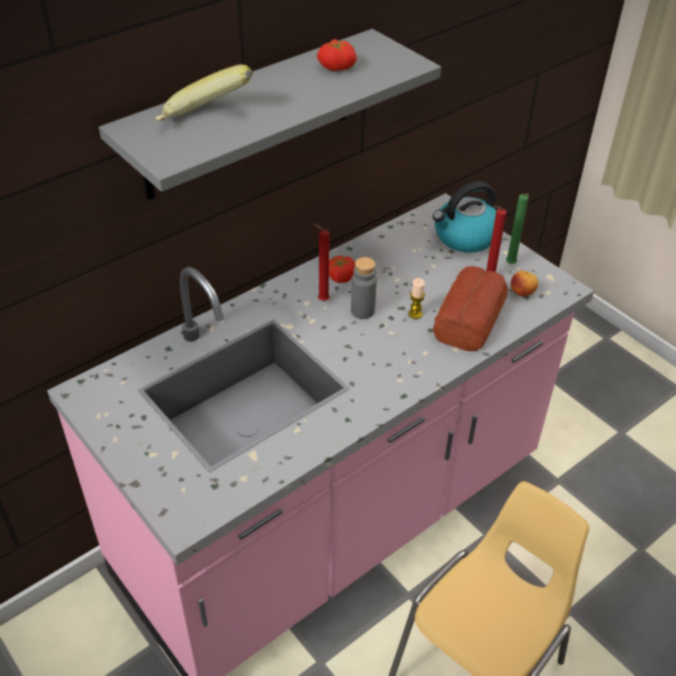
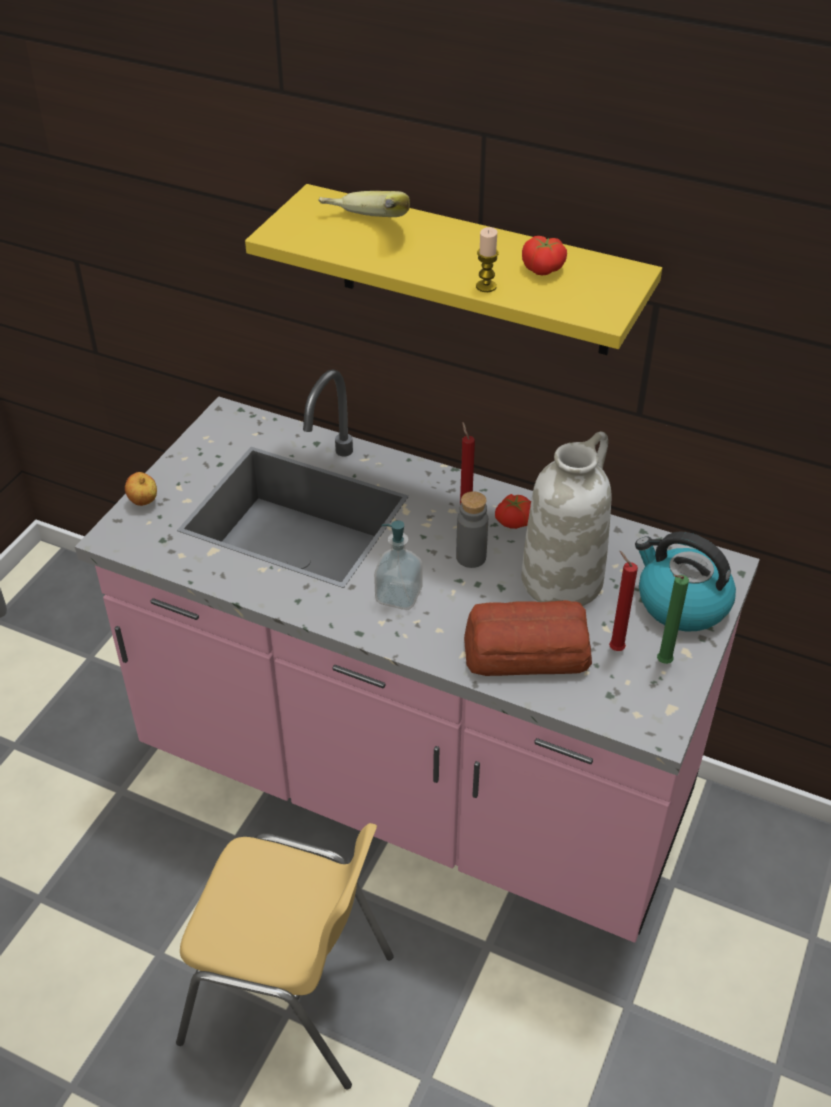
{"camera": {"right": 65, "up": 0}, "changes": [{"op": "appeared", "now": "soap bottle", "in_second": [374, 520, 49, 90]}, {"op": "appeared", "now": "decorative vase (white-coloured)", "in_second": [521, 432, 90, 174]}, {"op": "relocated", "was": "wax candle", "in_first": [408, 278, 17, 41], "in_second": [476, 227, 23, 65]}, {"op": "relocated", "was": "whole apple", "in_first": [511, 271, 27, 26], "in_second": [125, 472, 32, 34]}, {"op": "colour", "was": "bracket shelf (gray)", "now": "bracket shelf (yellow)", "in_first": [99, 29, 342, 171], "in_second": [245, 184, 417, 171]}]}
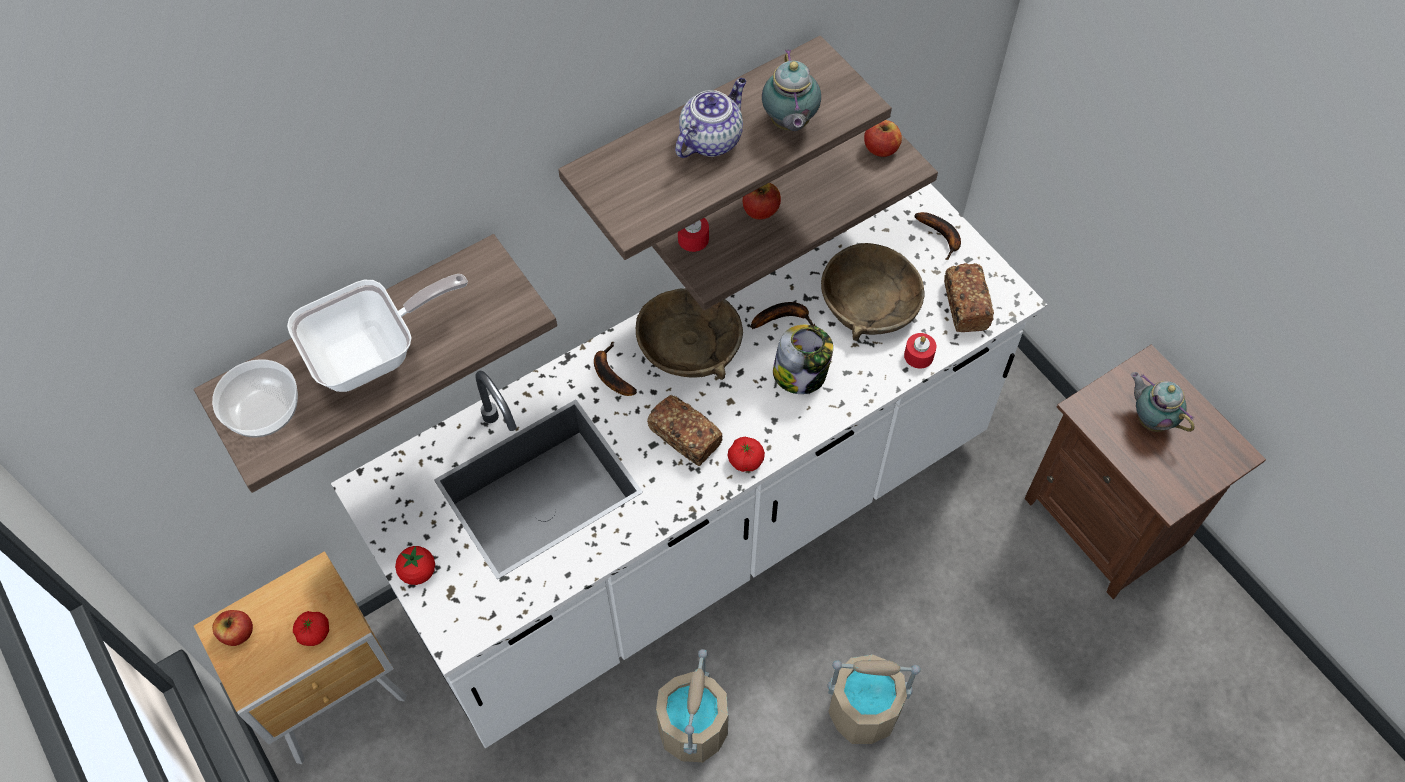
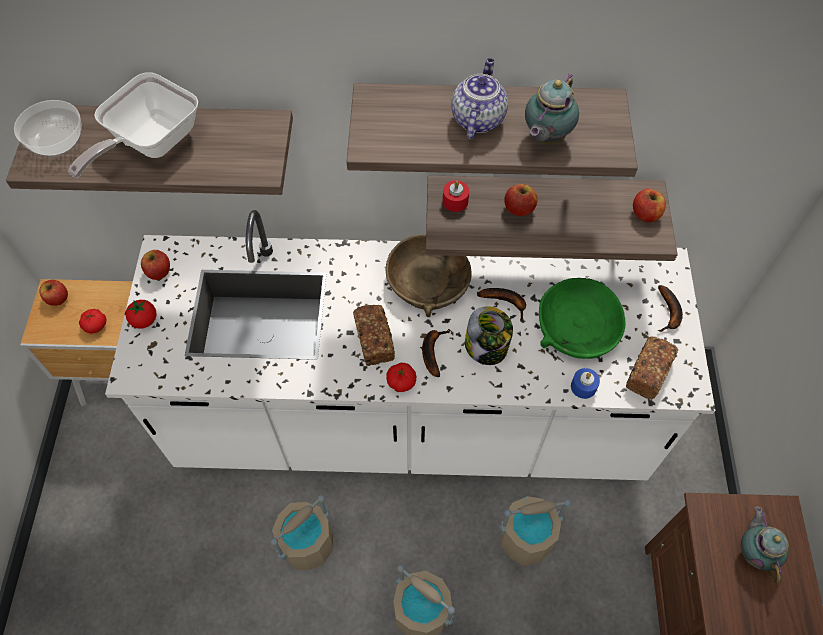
{"camera": {"right": 35, "up": 0}, "changes": [{"op": "appeared", "now": "whole apple", "in_second": [141, 250, 29, 30]}, {"op": "appeared", "now": "pail (sand-coloured)", "in_second": [499, 496, 72, 70]}, {"op": "relocated", "was": "banana", "in_first": [594, 342, 43, 54], "in_second": [422, 329, 29, 48]}, {"op": "colour", "was": "serving bowl (brown-coloured)", "now": "serving bowl (green-coloured)", "in_first": [821, 243, 104, 98], "in_second": [539, 278, 87, 81]}, {"op": "colour", "was": "wax candle (red)", "now": "wax candle (blue)", "in_first": [904, 333, 33, 35], "in_second": [571, 368, 29, 31]}, {"op": "spun", "was": "frying pan", "in_first": [287, 274, 181, 118], "in_second": [68, 72, 130, 106], "clockwise": 120}, {"op": "spun", "was": "pot for tea", "in_first": [675, 78, 71, 80], "in_second": [451, 58, 57, 81], "clockwise": -60}]}
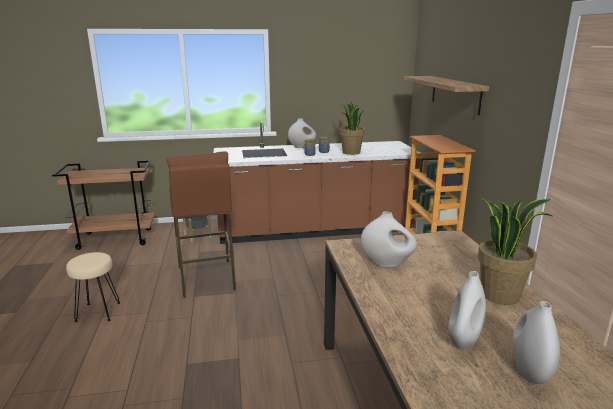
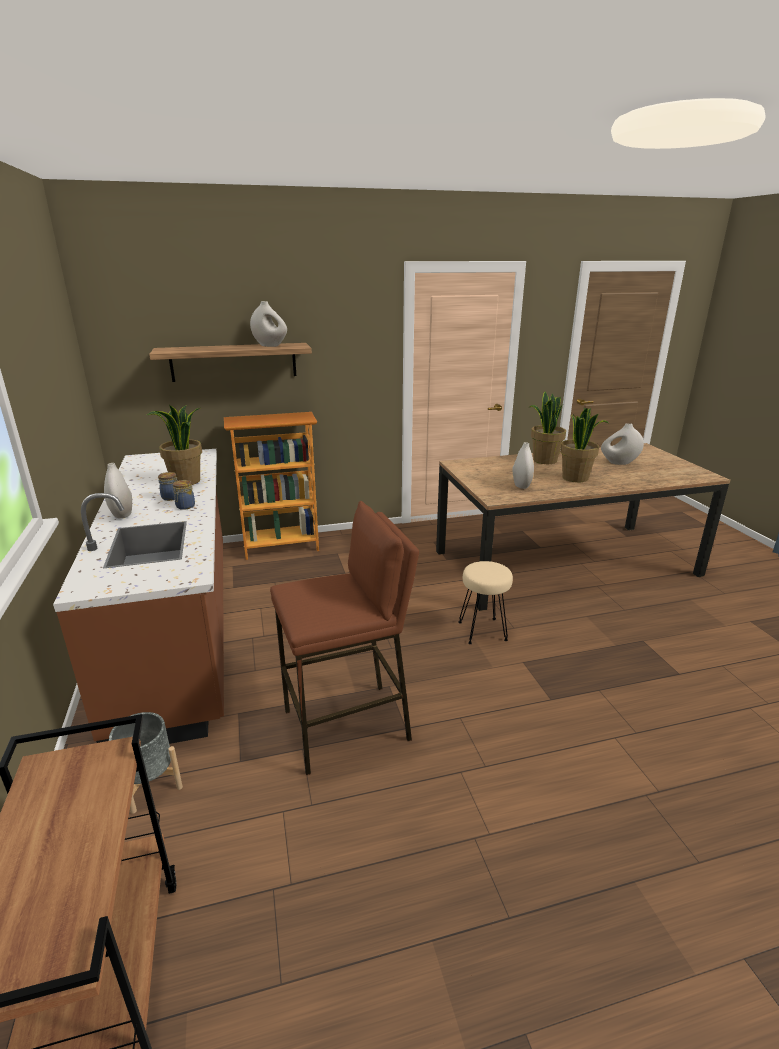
{"camera": {"right": -95, "up": 5}, "changes": [{"op": "appeared", "now": "plant in a pot", "in_second": [560, 407, 49, 75]}, {"op": "relocated", "was": "stool (sand-coloured)", "in_first": [66, 252, 55, 70], "in_second": [458, 561, 55, 83]}, {"op": "relocated", "was": "decorative vase (white-coloured)", "in_first": [448, 271, 38, 78], "in_second": [250, 301, 37, 46]}]}
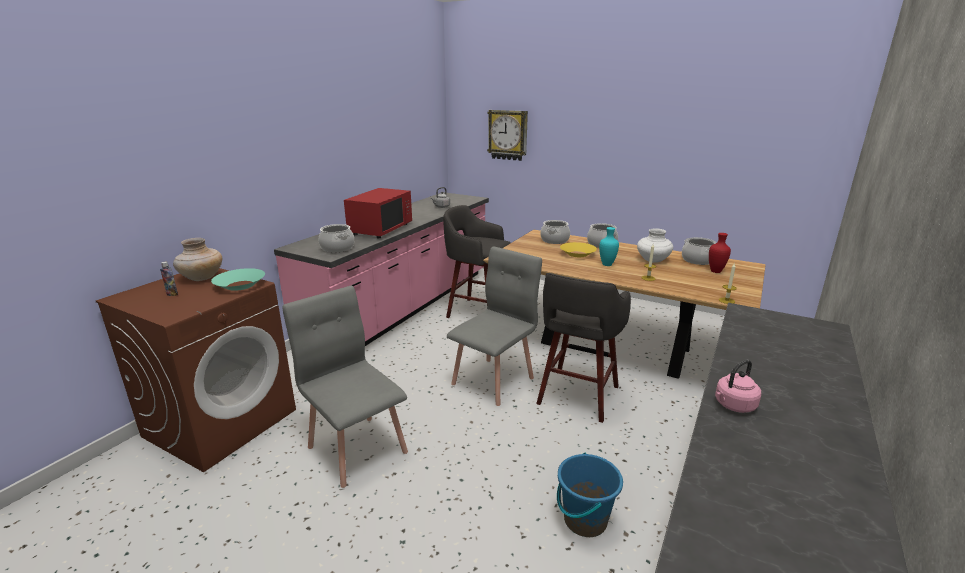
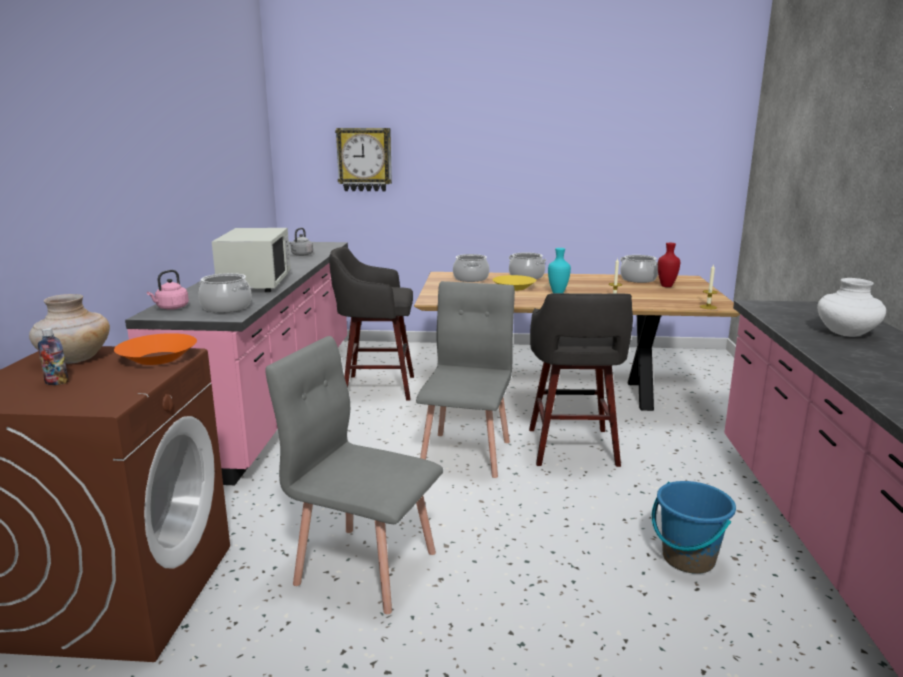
{"camera": {"right": -25, "up": -5}, "changes": [{"op": "relocated", "was": "decorative vase (white-coloured)", "in_first": [637, 228, 36, 35], "in_second": [817, 278, 69, 59]}, {"op": "relocated", "was": "water kettle (pink)", "in_first": [715, 360, 46, 53], "in_second": [147, 270, 42, 40]}, {"op": "colour", "was": "serving bowl (turquoise-coloured)", "now": "serving bowl (orange-coloured)", "in_first": [211, 268, 54, 23], "in_second": [114, 333, 83, 32]}, {"op": "colour", "was": "kitchen microwave (red)", "now": "kitchen microwave (white-coloured)", "in_first": [344, 188, 68, 50], "in_second": [212, 228, 79, 64]}]}
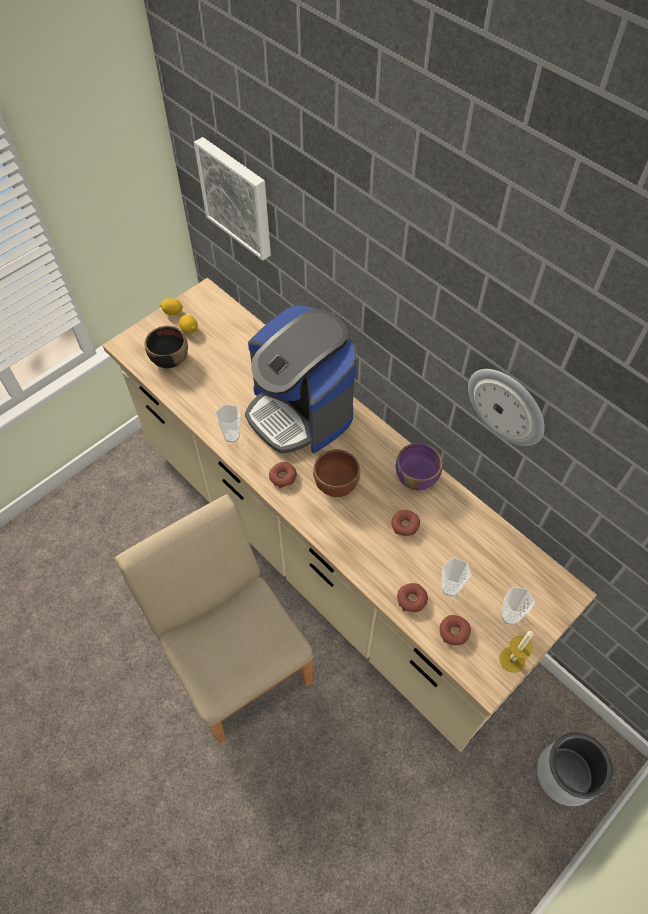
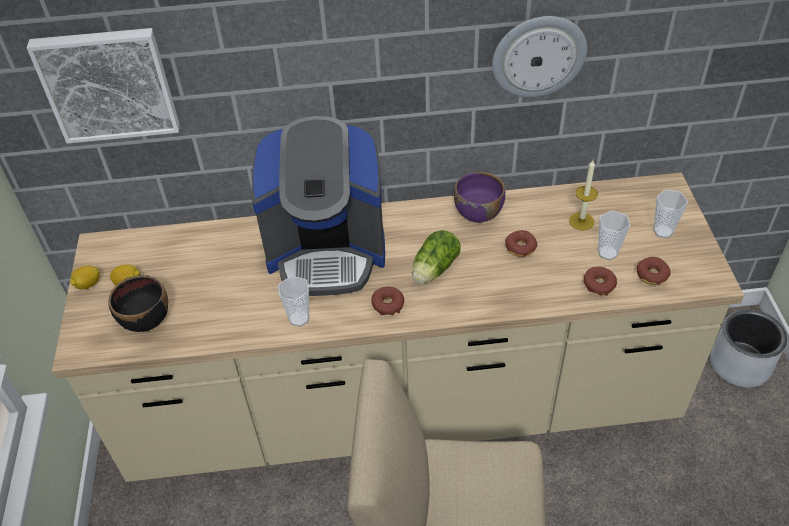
{"camera": {"right": -50, "up": -10}, "changes": [{"op": "relocated", "was": "wax candle", "in_first": [499, 631, 34, 42], "in_second": [569, 160, 29, 71]}, {"op": "exchanged", "was": "serving bowl (brown-coloured)", "now": "lettuce", "in_first": [313, 449, 47, 48], "in_second": [412, 230, 49, 54]}]}
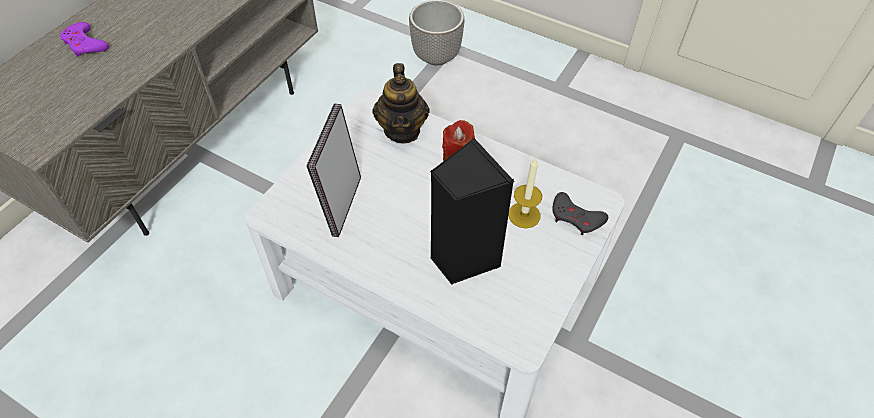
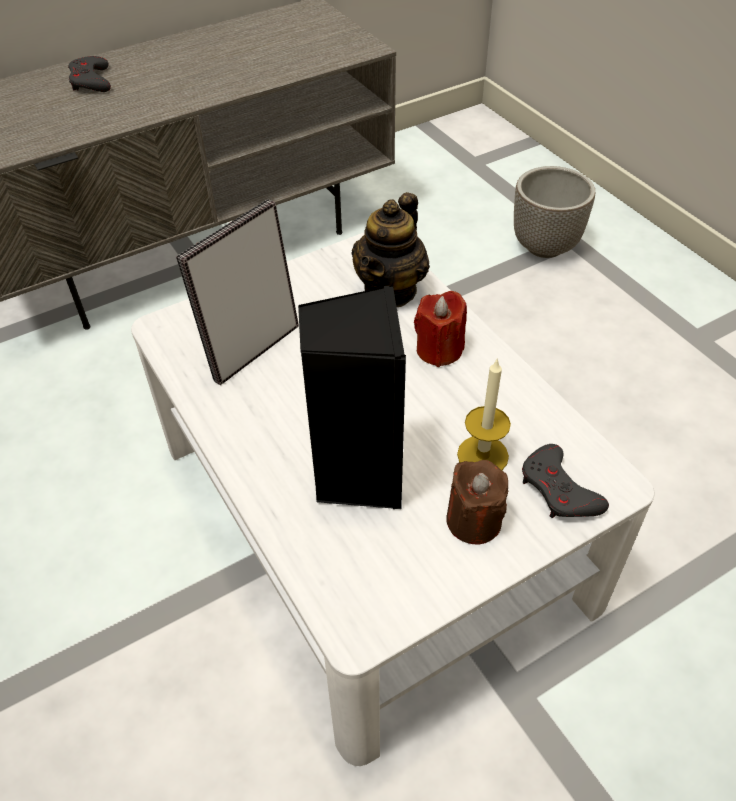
{"camera": {"right": 30, "up": -5}, "changes": [{"op": "appeared", "now": "wax candle (brown-coloured)", "in_second": [446, 460, 62, 84]}, {"op": "colour", "was": "joypad (purple-coloured)", "now": "joypad (gray)", "in_first": [60, 22, 49, 35], "in_second": [68, 56, 43, 36]}]}
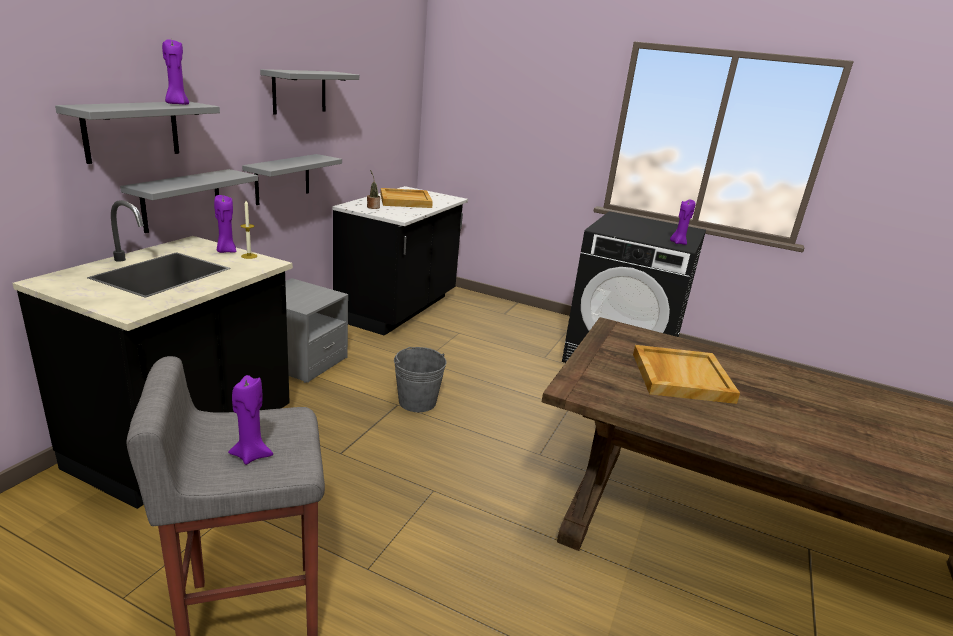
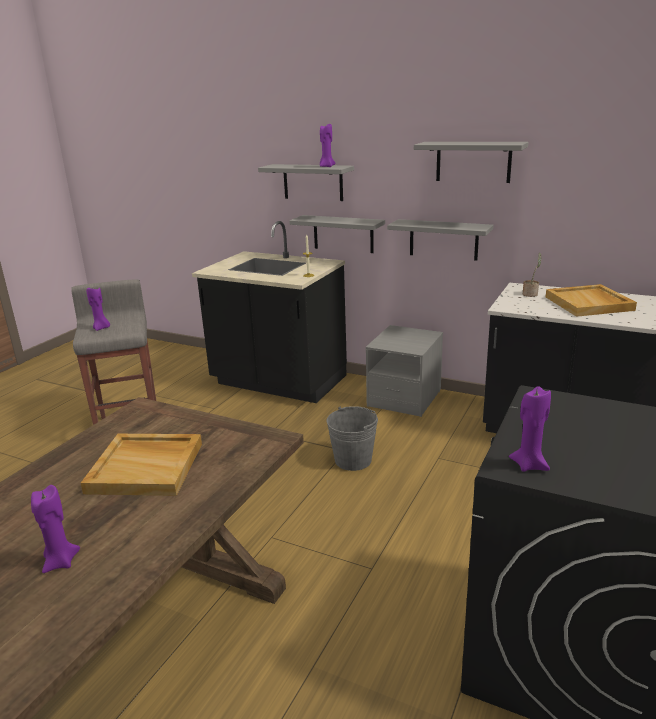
{"camera": {"right": 95, "up": 0}, "changes": [{"op": "relocated", "was": "wax candle (purple-coloured)", "in_first": [214, 195, 23, 58], "in_second": [31, 485, 49, 88]}]}
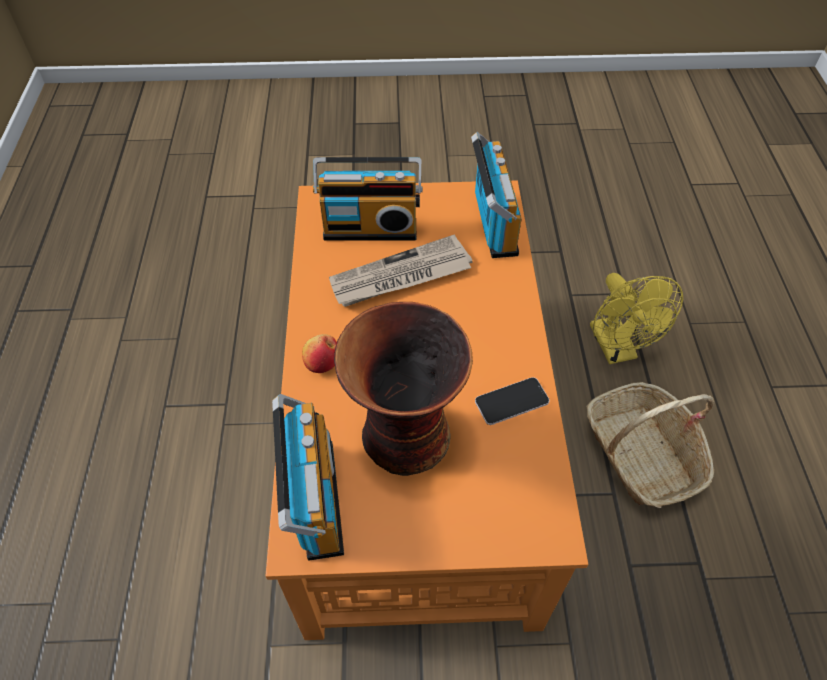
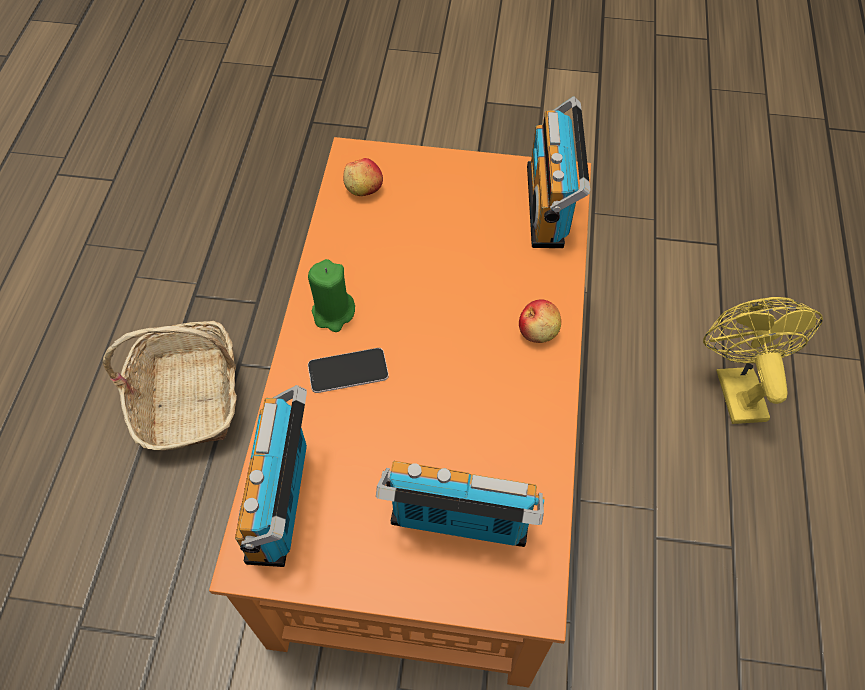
{"camera": {"right": -170, "up": 5}, "changes": [{"op": "missing", "was": "daily paper", "in_first": [329, 234, 143, 73]}, {"op": "missing", "was": "decorative vase", "in_first": [334, 302, 139, 174]}, {"op": "appeared", "now": "wax candle (green-coloured)", "in_second": [308, 259, 47, 73]}, {"op": "appeared", "now": "whole apple", "in_second": [343, 158, 40, 38]}, {"op": "relocated", "was": "telephone", "in_first": [475, 377, 75, 48], "in_second": [308, 348, 81, 45]}, {"op": "relocated", "was": "fan (yellow)", "in_first": [590, 273, 93, 91], "in_second": [703, 297, 120, 127]}]}
